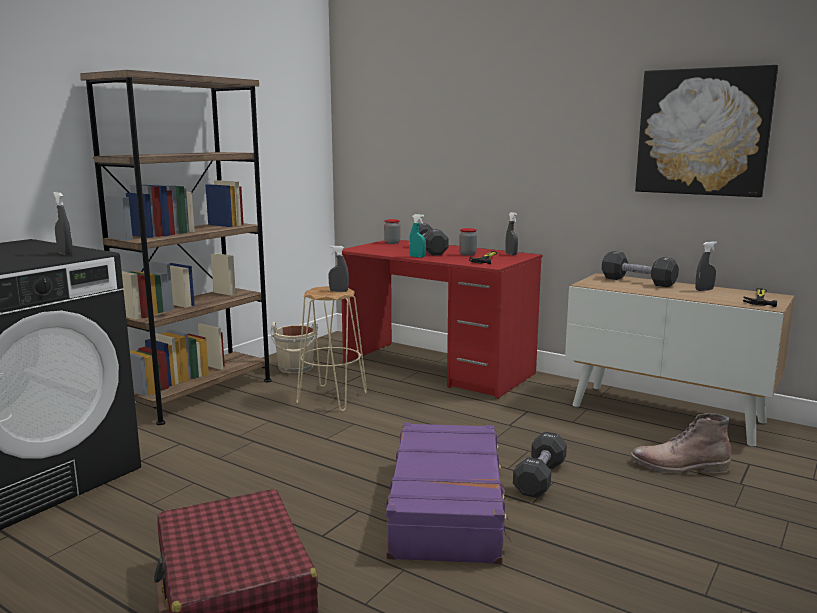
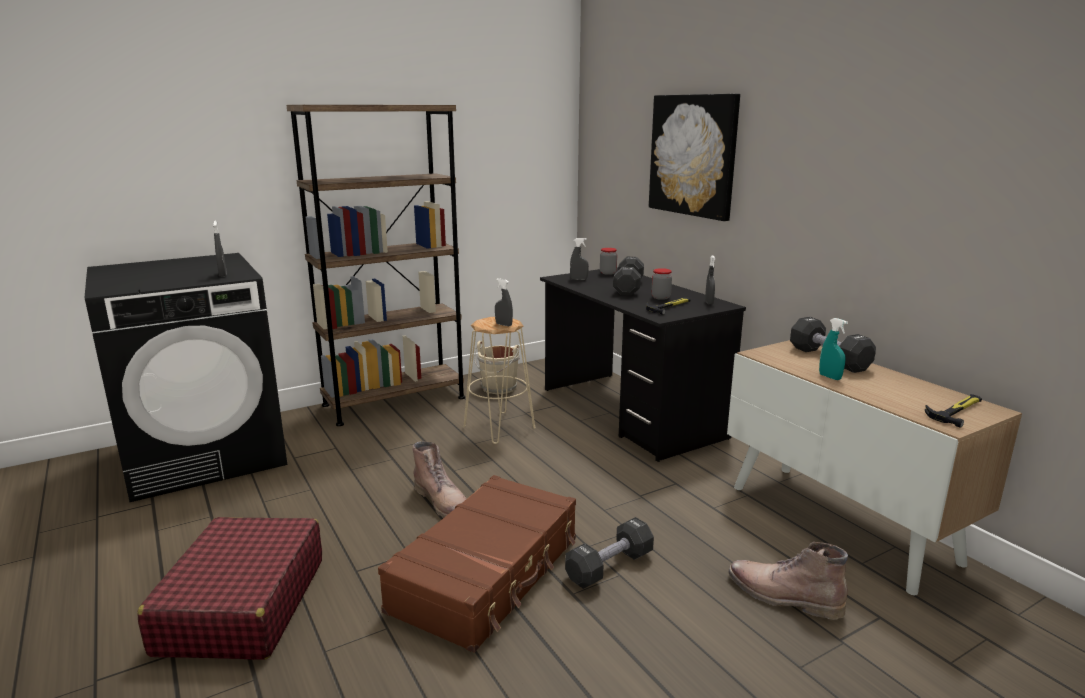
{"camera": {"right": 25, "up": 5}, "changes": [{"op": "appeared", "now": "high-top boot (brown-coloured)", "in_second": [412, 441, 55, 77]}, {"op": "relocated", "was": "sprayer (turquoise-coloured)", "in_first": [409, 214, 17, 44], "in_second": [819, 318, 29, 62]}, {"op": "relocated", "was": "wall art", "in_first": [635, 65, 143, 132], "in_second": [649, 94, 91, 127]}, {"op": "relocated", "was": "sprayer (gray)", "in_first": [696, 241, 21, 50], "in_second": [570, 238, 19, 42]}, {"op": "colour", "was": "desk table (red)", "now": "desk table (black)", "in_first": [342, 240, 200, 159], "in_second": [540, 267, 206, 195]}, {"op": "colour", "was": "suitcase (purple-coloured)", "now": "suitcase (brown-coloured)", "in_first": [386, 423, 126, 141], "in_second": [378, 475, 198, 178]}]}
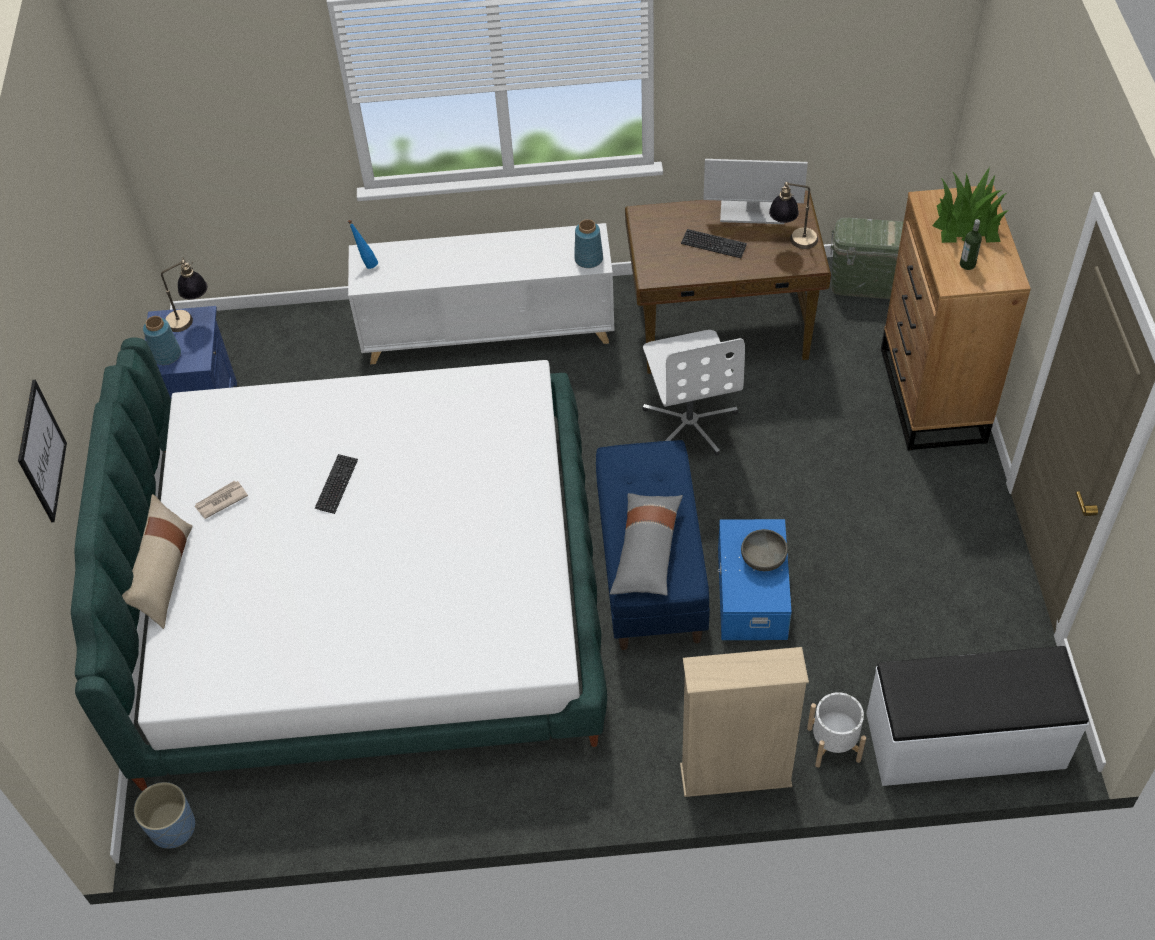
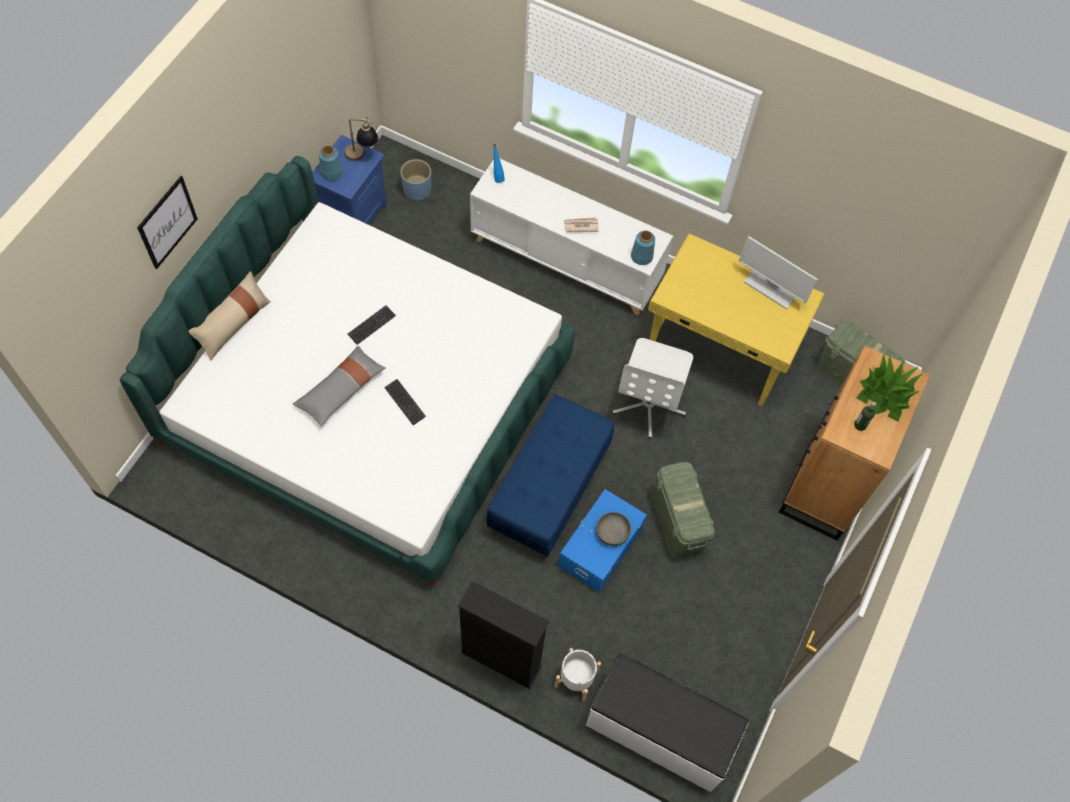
{"camera": {"right": 25, "up": 10}, "changes": [{"op": "missing", "was": "lamp for a table", "in_first": [769, 182, 49, 67]}, {"op": "appeared", "now": "storage container (green-coloured)", "in_second": [653, 462, 62, 98]}, {"op": "relocated", "was": "planter (blue)", "in_first": [134, 782, 61, 67], "in_second": [400, 159, 31, 42]}, {"op": "relocated", "was": "daily paper", "in_first": [194, 480, 54, 39], "in_second": [564, 217, 35, 15]}, {"op": "relocated", "was": "throw pillow (gray)", "in_first": [610, 493, 73, 103], "in_second": [293, 346, 93, 80]}, {"op": "relocated", "was": "computer keyboard", "in_first": [681, 229, 66, 29], "in_second": [384, 379, 42, 46]}, {"op": "colour", "was": "desk table (brown-coloured)", "now": "desk table (yellow)", "in_first": [625, 191, 206, 183], "in_second": [648, 234, 177, 172]}, {"op": "colour", "was": "bookcase (sand-coloured)", "now": "bookcase (black)", "in_first": [680, 647, 129, 150], "in_second": [458, 581, 91, 108]}]}
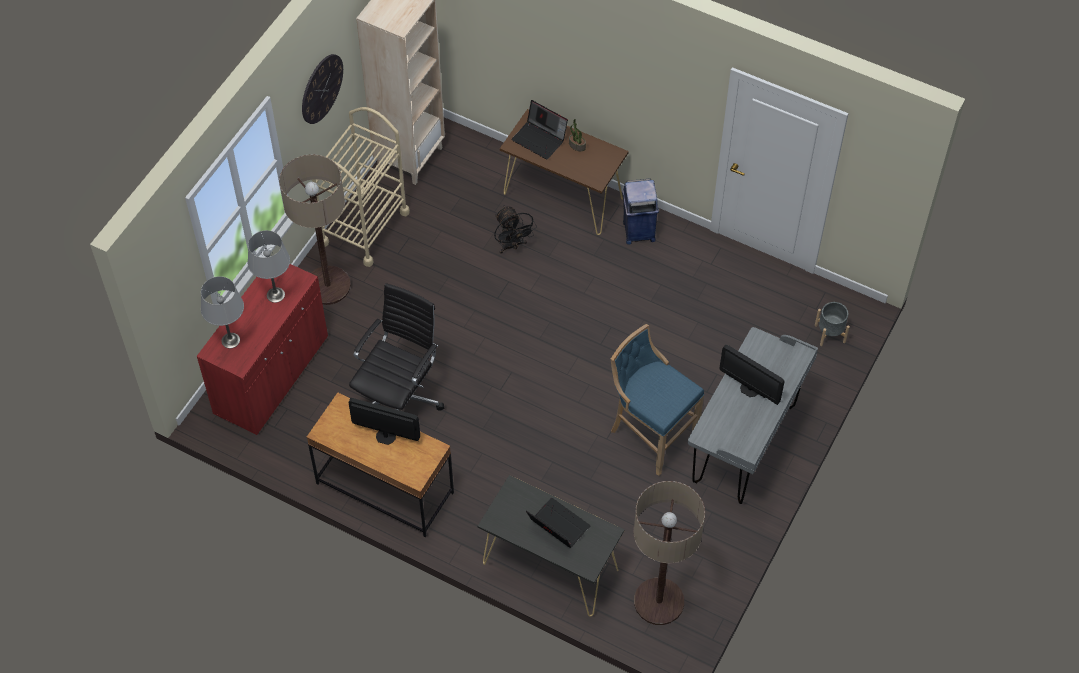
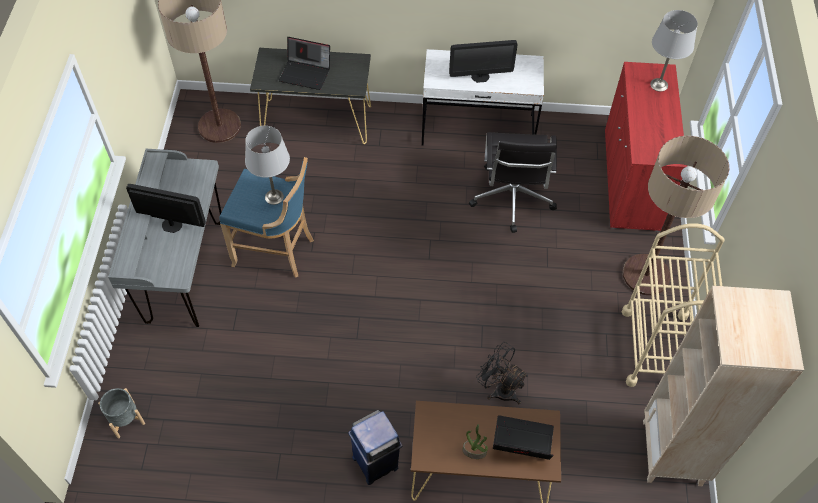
{"camera": {"right": 155, "up": 0}, "changes": [{"op": "missing", "was": "wall clock", "in_first": [302, 54, 41, 70]}, {"op": "relocated", "was": "lamp for a table (gray)", "in_first": [248, 230, 42, 73], "in_second": [245, 126, 45, 79]}, {"op": "colour", "was": "desk table (brown-coloured)", "now": "desk table (white-coloured)", "in_first": [307, 393, 147, 145], "in_second": [422, 49, 122, 97]}]}
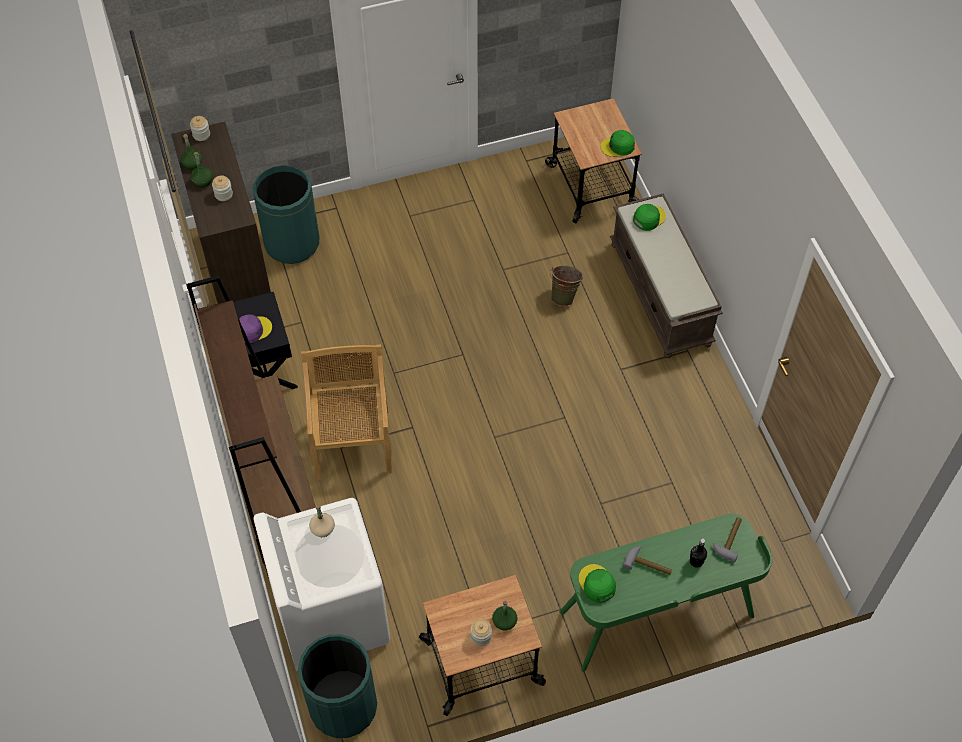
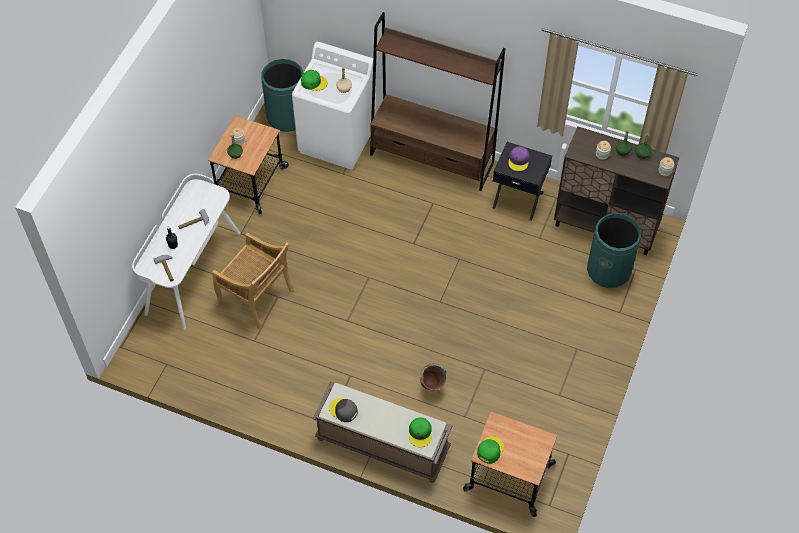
{"camera": {"right": 130, "up": 0}, "changes": [{"op": "appeared", "now": "cap (gray)", "in_second": [329, 398, 29, 24]}, {"op": "relocated", "was": "chair (sand-coloured)", "in_first": [301, 344, 91, 136], "in_second": [212, 233, 81, 96]}, {"op": "relocated", "was": "cap (green-coloured)", "in_first": [579, 564, 37, 39], "in_second": [301, 70, 26, 21]}, {"op": "colour", "was": "desk table (green-coloured)", "now": "desk table (white-coloured)", "in_first": [560, 514, 213, 157], "in_second": [132, 174, 109, 156]}]}
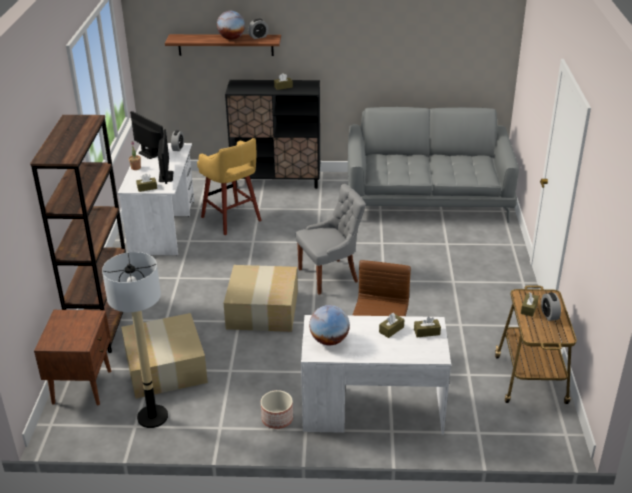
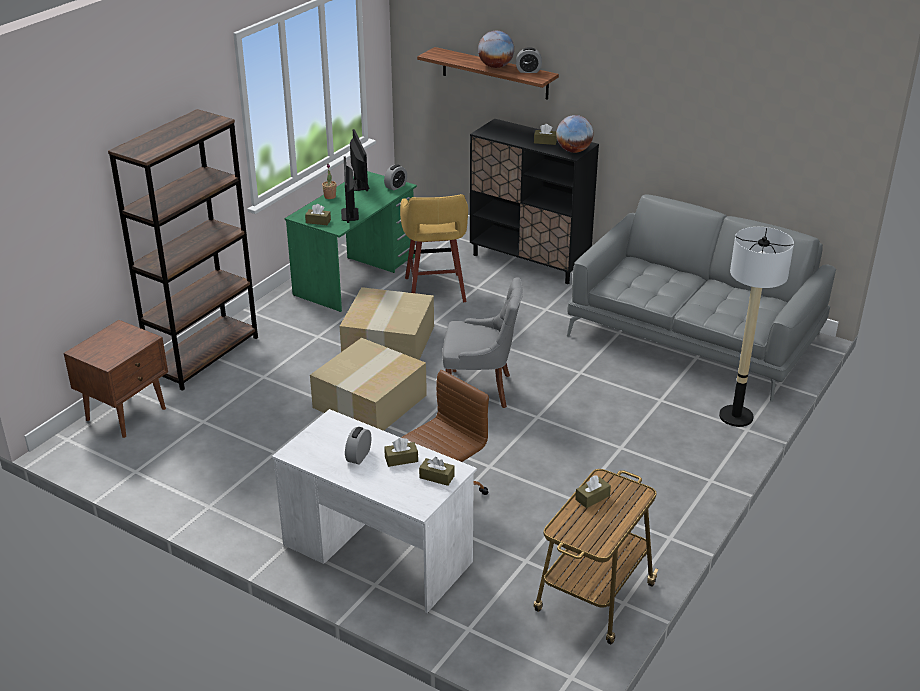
{"camera": {"right": 30, "up": 0}, "changes": [{"op": "missing", "was": "planter", "in_first": [261, 390, 32, 39]}, {"op": "relocated", "was": "standing lamp", "in_first": [102, 252, 66, 176], "in_second": [719, 227, 75, 200]}, {"op": "relocated", "was": "packing box", "in_first": [121, 313, 87, 86], "in_second": [340, 287, 94, 73]}, {"op": "relocated", "was": "globe", "in_first": [309, 305, 41, 40], "in_second": [556, 115, 37, 38]}, {"op": "relocated", "was": "bedside clock", "in_first": [541, 292, 20, 29], "in_second": [345, 427, 26, 38]}, {"op": "colour", "was": "desk table (white-coloured)", "now": "desk table (green-coloured)", "in_first": [118, 143, 76, 113], "in_second": [285, 171, 132, 141]}, {"op": "spun", "was": "monitor", "in_first": [158, 129, 15, 55], "in_second": [341, 156, 18, 67], "clockwise": 150}]}
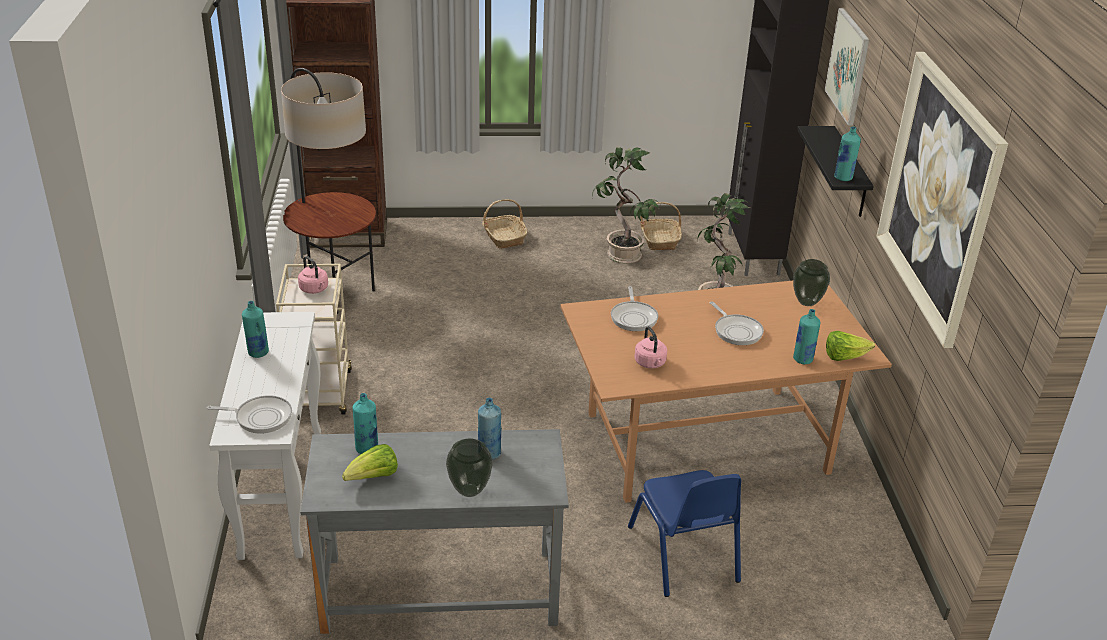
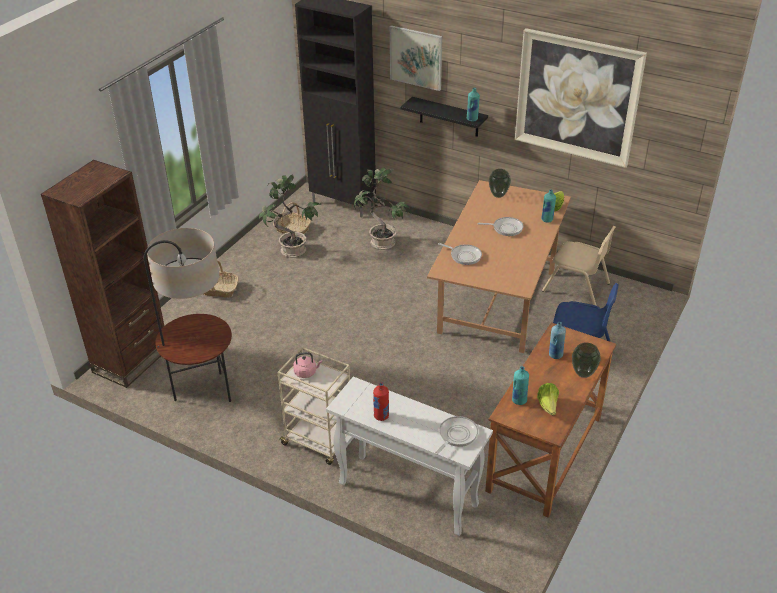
{"camera": {"right": -55, "up": 5}, "changes": [{"op": "missing", "was": "water kettle (pink)", "in_first": [634, 326, 33, 43]}, {"op": "appeared", "now": "chair (sand-coloured)", "in_second": [542, 226, 74, 80]}, {"op": "colour", "was": "drink bottle (turquoise-coloured)", "now": "drink bottle (red)", "in_first": [242, 301, 27, 57], "in_second": [373, 383, 16, 38]}, {"op": "colour", "was": "desk table (gray)", "now": "desk table (brown-coloured)", "in_first": [300, 429, 269, 205], "in_second": [485, 322, 132, 196]}]}
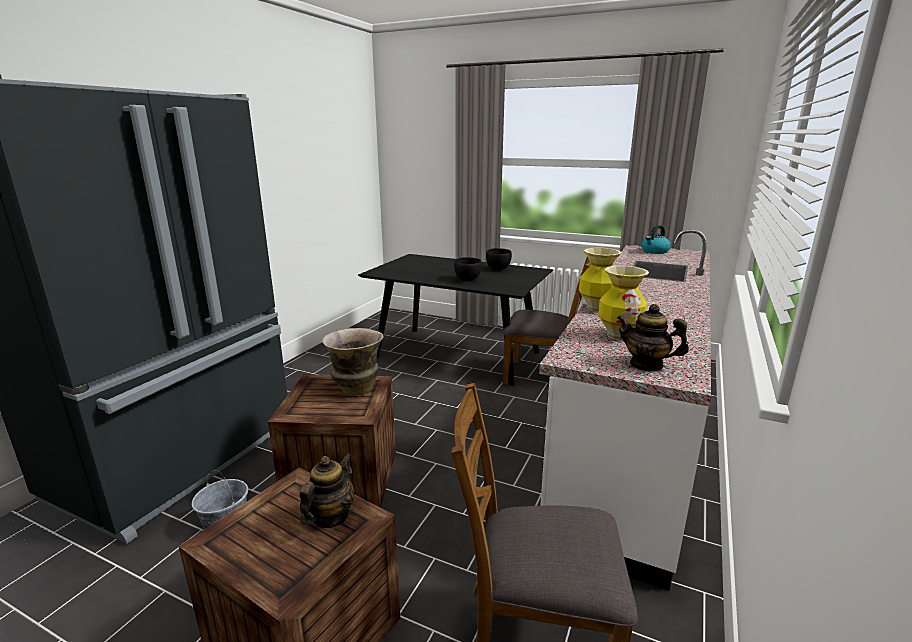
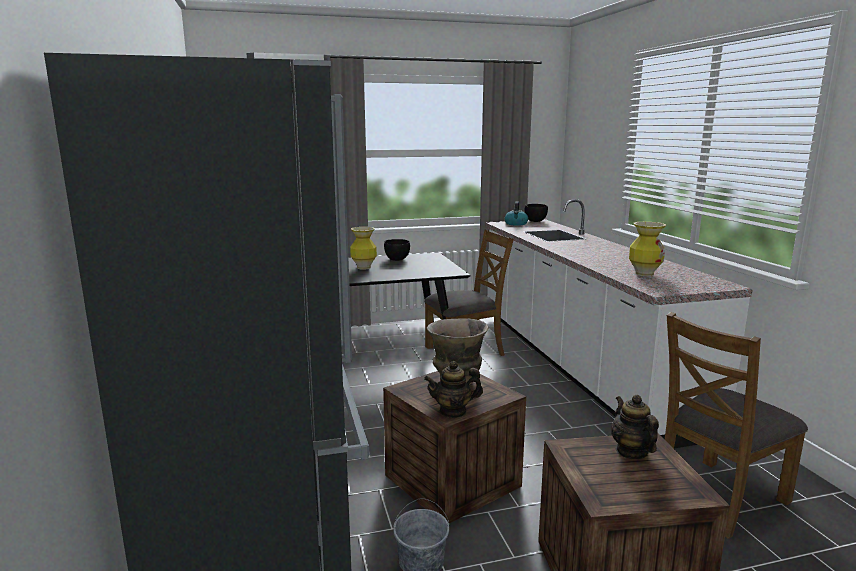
{"camera": {"right": -40, "up": -5}, "changes": [{"op": "relocated", "was": "serving bowl (black)", "in_first": [454, 257, 28, 24], "in_second": [525, 204, 23, 18]}, {"op": "relocated", "was": "decorative vase", "in_first": [579, 248, 43, 64], "in_second": [350, 227, 27, 43]}, {"op": "relocated", "was": "pot for tea", "in_first": [617, 304, 72, 68], "in_second": [424, 361, 59, 57]}]}
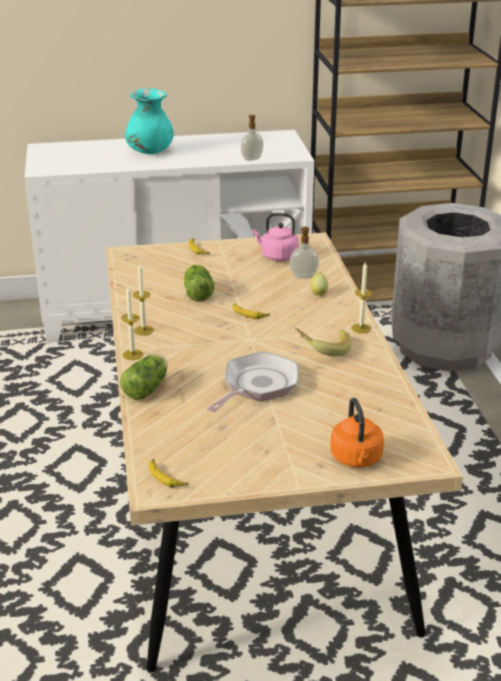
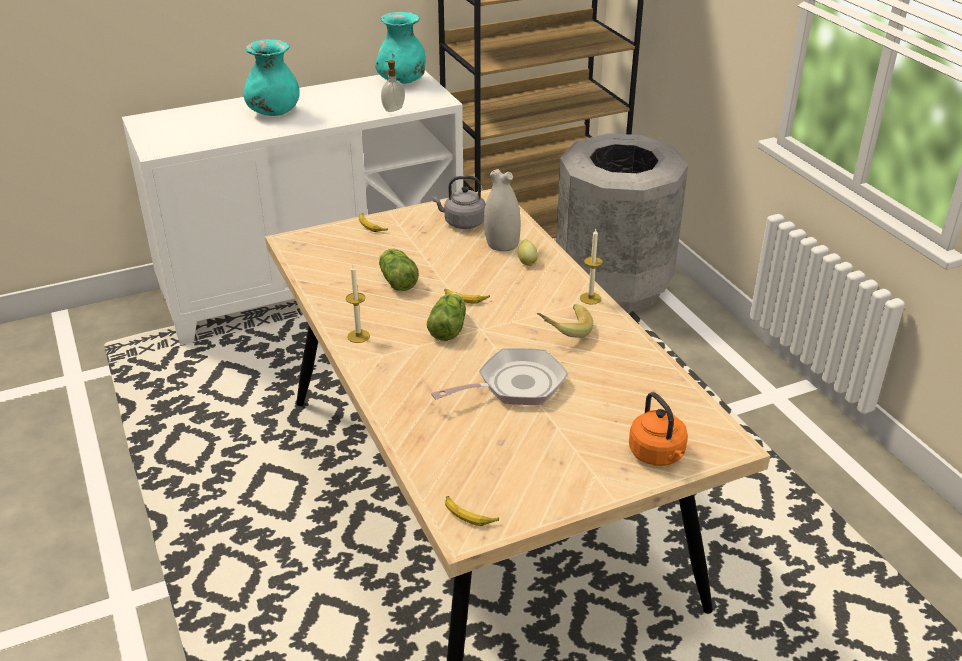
{"camera": {"right": -15, "up": 5}, "changes": [{"op": "missing", "was": "wax candle", "in_first": [121, 286, 22, 74]}, {"op": "appeared", "now": "decorative vase (turquoise-coloured)", "in_second": [375, 12, 51, 72]}, {"op": "relocated", "was": "lettuce", "in_first": [120, 355, 48, 45], "in_second": [427, 293, 39, 48]}, {"op": "exchanged", "was": "soap bottle", "now": "decorative vase (white-coloured)", "in_first": [289, 226, 30, 53], "in_second": [484, 169, 37, 82]}, {"op": "colour", "was": "water kettle (pink)", "now": "water kettle (gray)", "in_first": [252, 213, 47, 48], "in_second": [432, 176, 54, 53]}, {"op": "spun", "was": "frying pan", "in_first": [207, 351, 92, 61], "in_second": [431, 348, 137, 57], "clockwise": 45}]}
